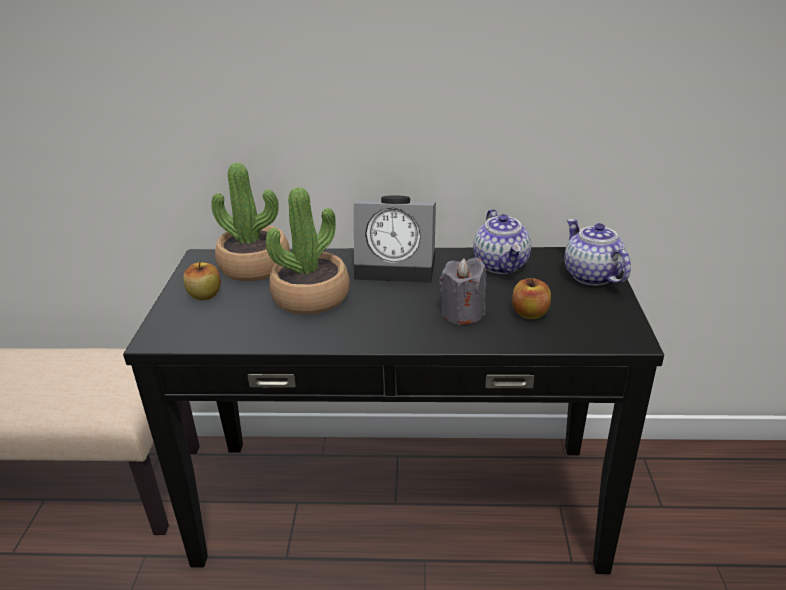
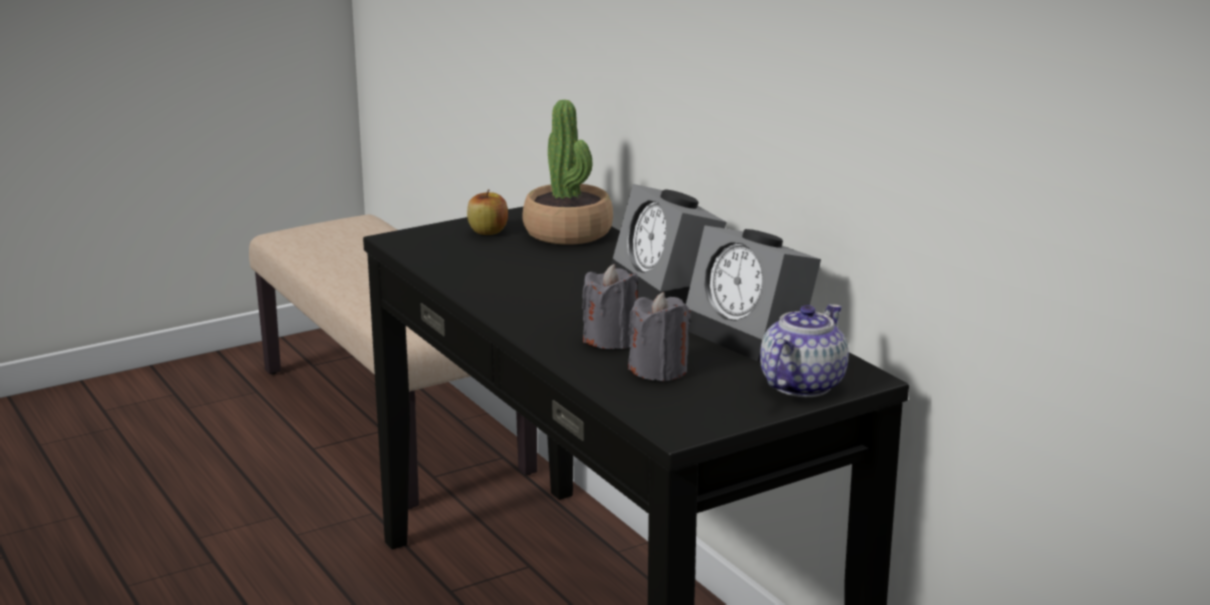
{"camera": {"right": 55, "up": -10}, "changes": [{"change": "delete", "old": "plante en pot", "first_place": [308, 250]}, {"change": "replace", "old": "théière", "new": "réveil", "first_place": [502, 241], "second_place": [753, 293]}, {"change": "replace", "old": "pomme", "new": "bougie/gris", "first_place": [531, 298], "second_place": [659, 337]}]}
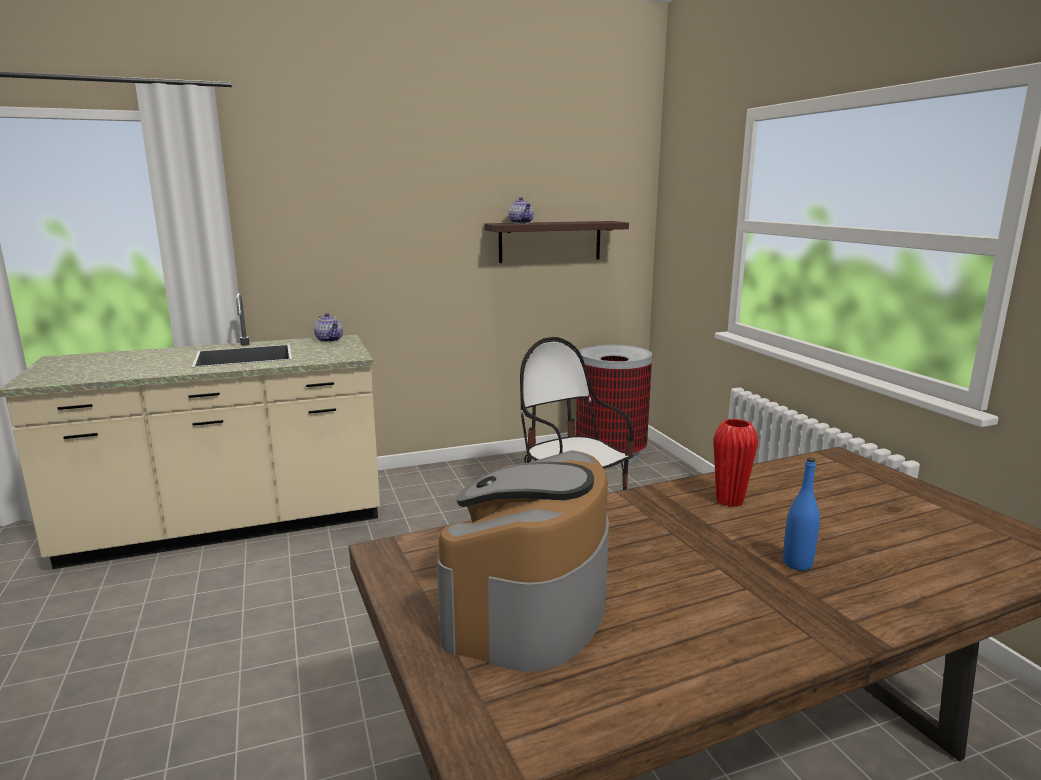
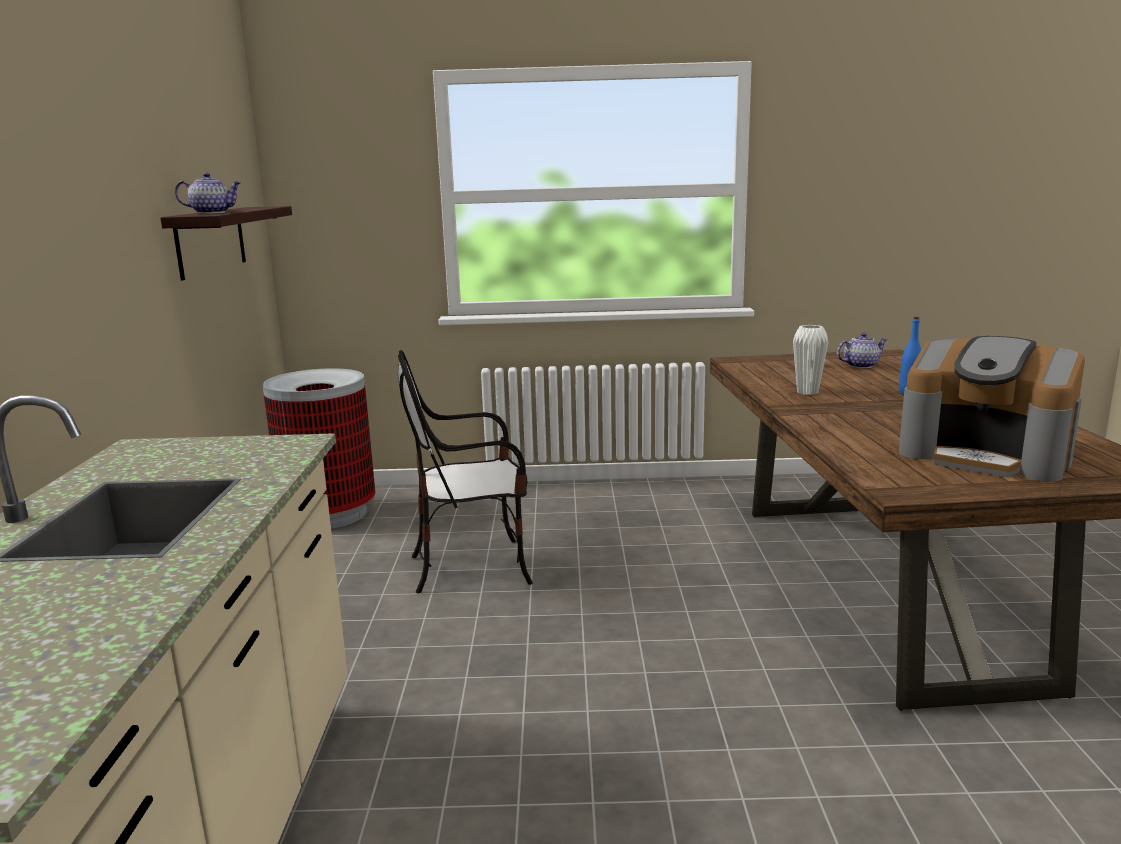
{"camera": {"right": -70, "up": 0}, "changes": [{"change": "move", "old": "théière", "first_place": [328, 327], "second_place": [862, 350]}, {"change": "recolor", "old": "vase/rouge", "new": "vase/blanc", "first_place": [735, 463], "second_place": [810, 360]}]}
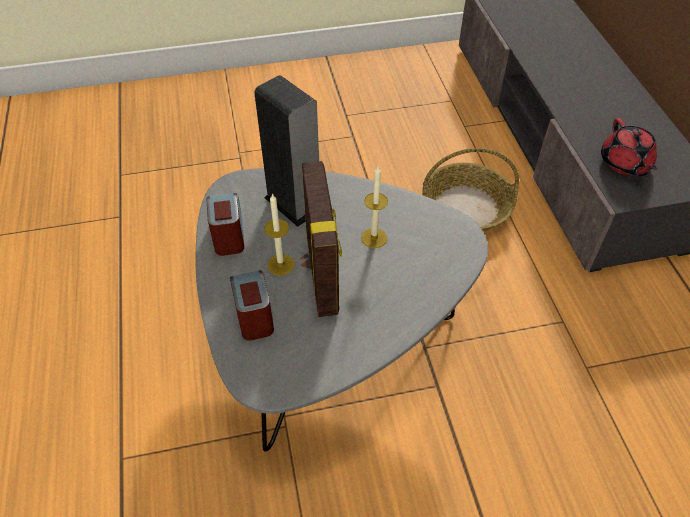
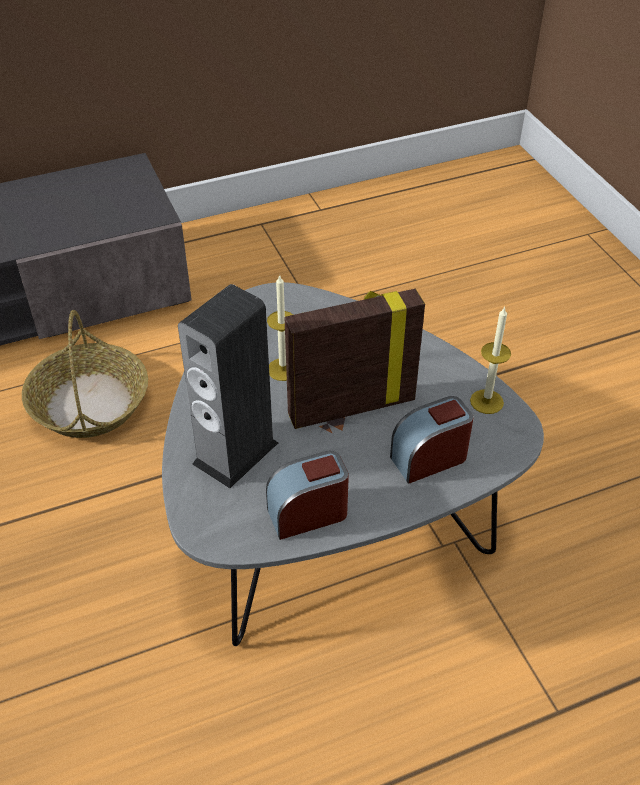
{"camera": {"right": -100, "up": -5}, "changes": [{"change": "move", "old": "bougie", "first_place": [279, 234], "second_place": [490, 360]}, {"change": "delete", "old": "théière/rouge", "first_place": [629, 147]}]}
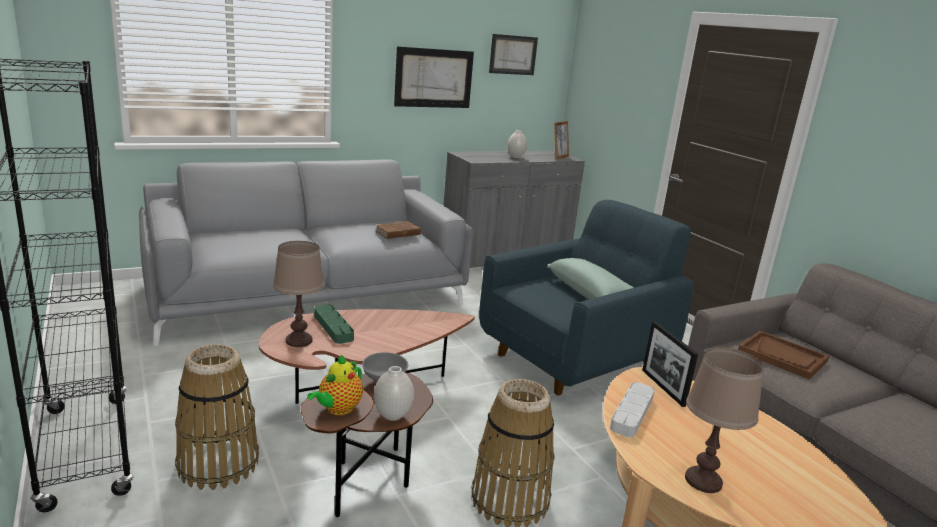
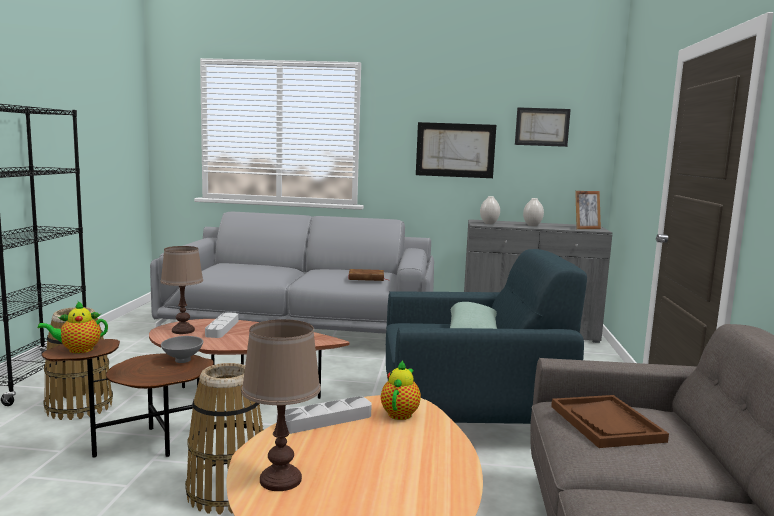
{"camera": {"right": 35, "up": -10}, "changes": [{"change": "recolor", "old": "plateau/vert", "new": "plateau/gris", "first_place": [334, 324], "second_place": [221, 325]}, {"change": "move", "old": "vase/blanc", "first_place": [394, 393], "second_place": [490, 210]}, {"change": "replace", "old": "cadre photo", "new": "théière", "first_place": [670, 364], "second_place": [401, 390]}]}
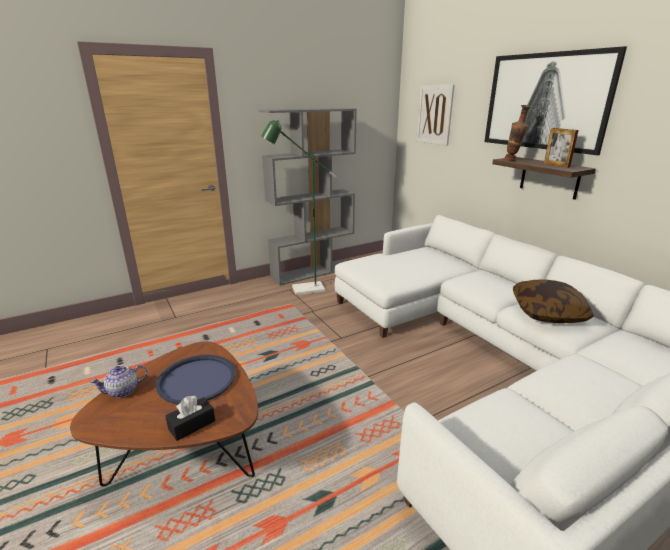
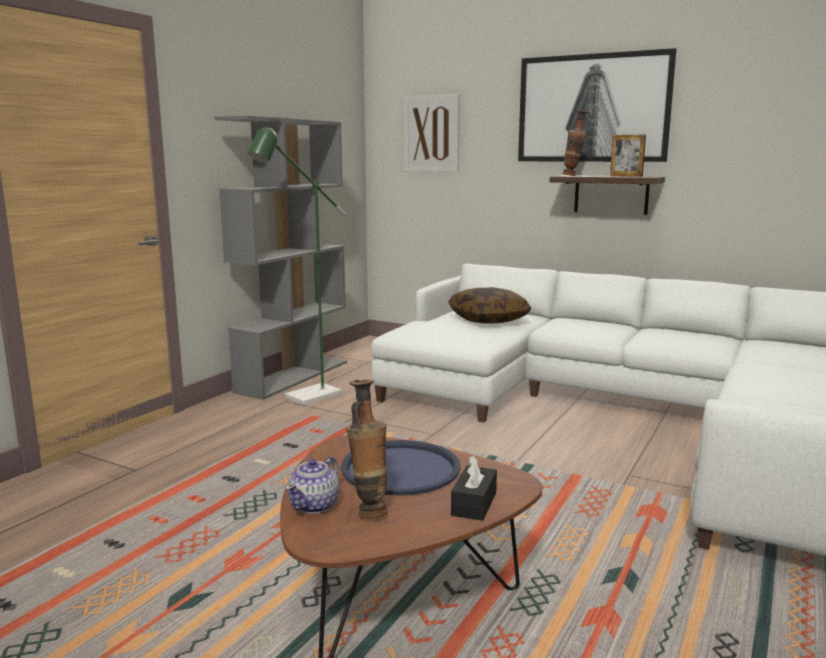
{"camera": {"right": -30, "up": -10}, "changes": [{"change": "move", "old": "coussin", "first_place": [553, 301], "second_place": [489, 305]}, {"change": "insert", "new": "vase", "second_place": [367, 449]}]}
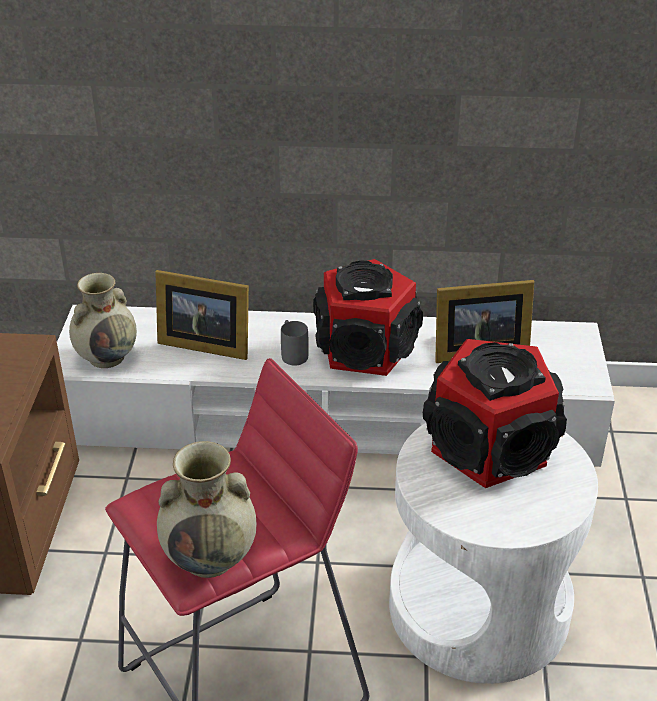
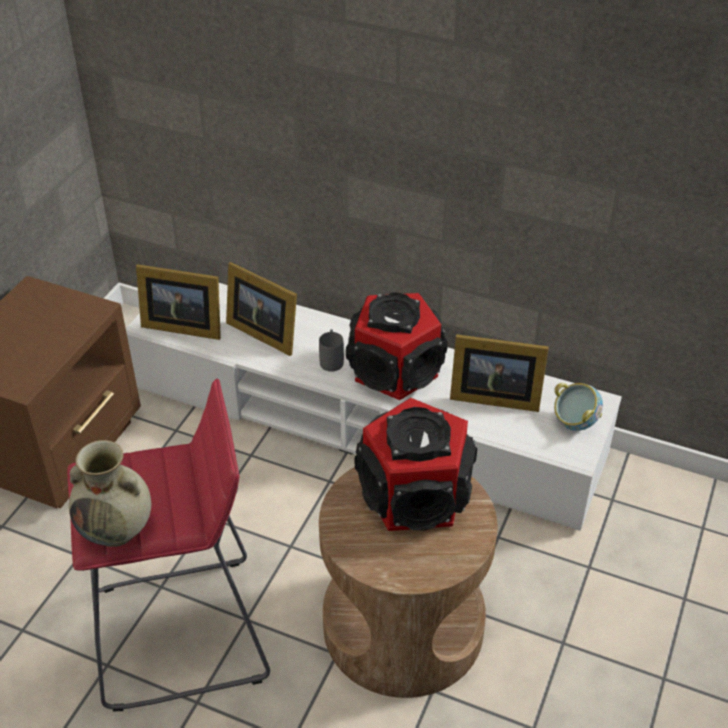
{"camera": {"right": 20, "up": 5}, "changes": [{"change": "replace", "old": "vase/beige", "new": "cadre photo", "first_place": [103, 320], "second_place": [178, 302]}, {"change": "recolor", "old": "table d'appoint/blanc", "new": "table d'appoint/marron", "first_place": [493, 553], "second_place": [408, 582]}, {"change": "insert", "new": "bol", "second_place": [578, 407]}]}
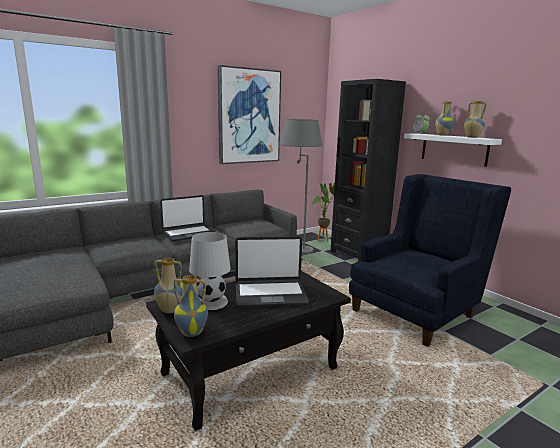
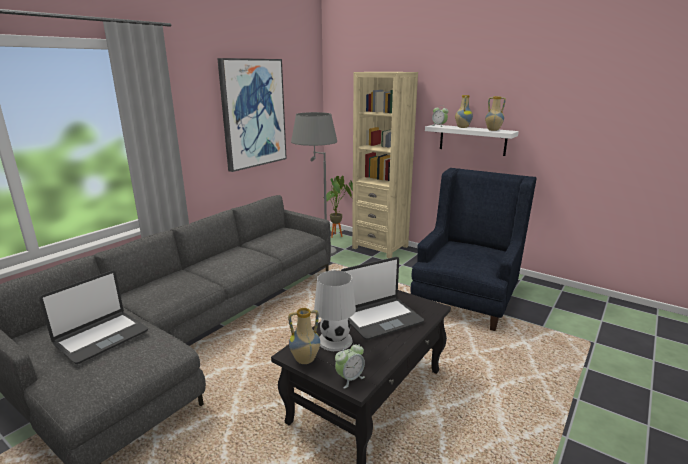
{"camera": {"right": -20, "up": 5}, "changes": [{"change": "move", "old": "ordinateur portable", "first_place": [187, 218], "second_place": [94, 317]}, {"change": "replace", "old": "vase", "new": "réveil", "first_place": [191, 306], "second_place": [350, 366]}, {"change": "recolor", "old": "bibliothèque/noir", "new": "bibliothèque/beige", "first_place": [368, 170], "second_place": [385, 165]}]}
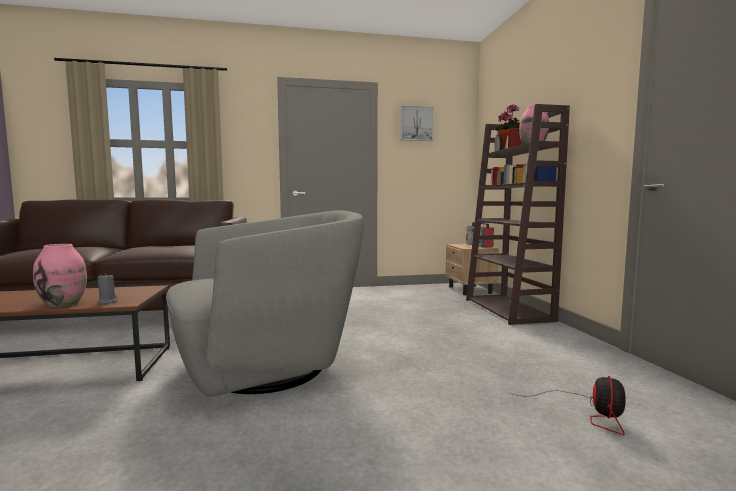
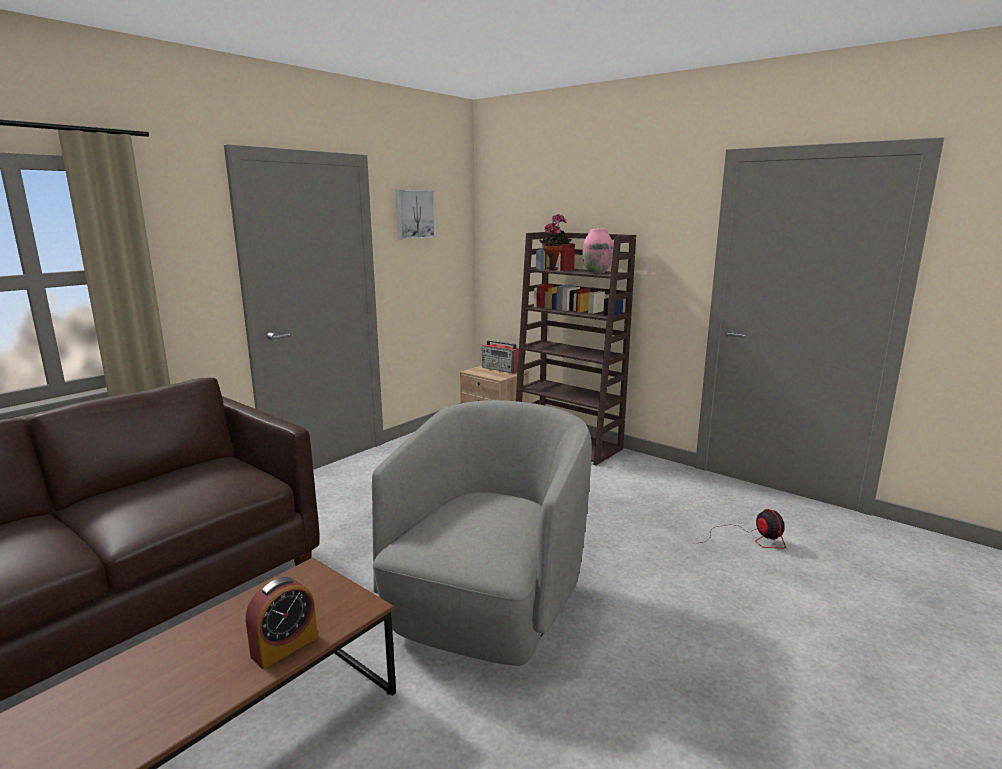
{"camera": {"right": -40, "up": 10}, "changes": [{"change": "replace", "old": "vase/rose", "new": "réveil", "first_place": [60, 275], "second_place": [281, 623]}, {"change": "delete", "old": "bougie/gris", "first_place": [108, 288]}]}
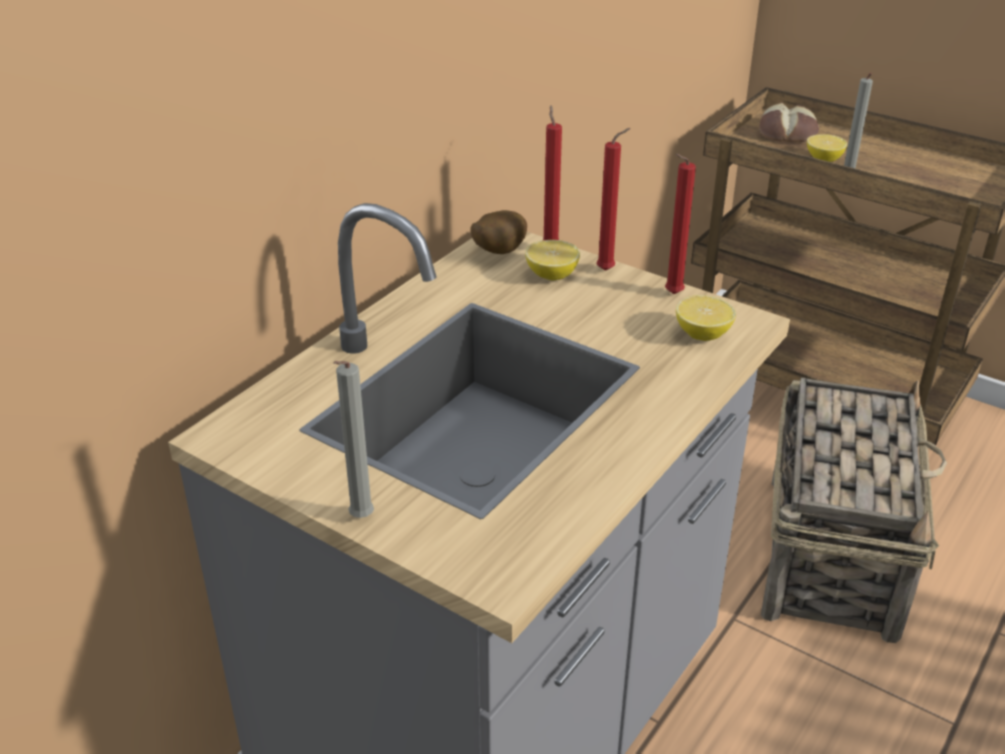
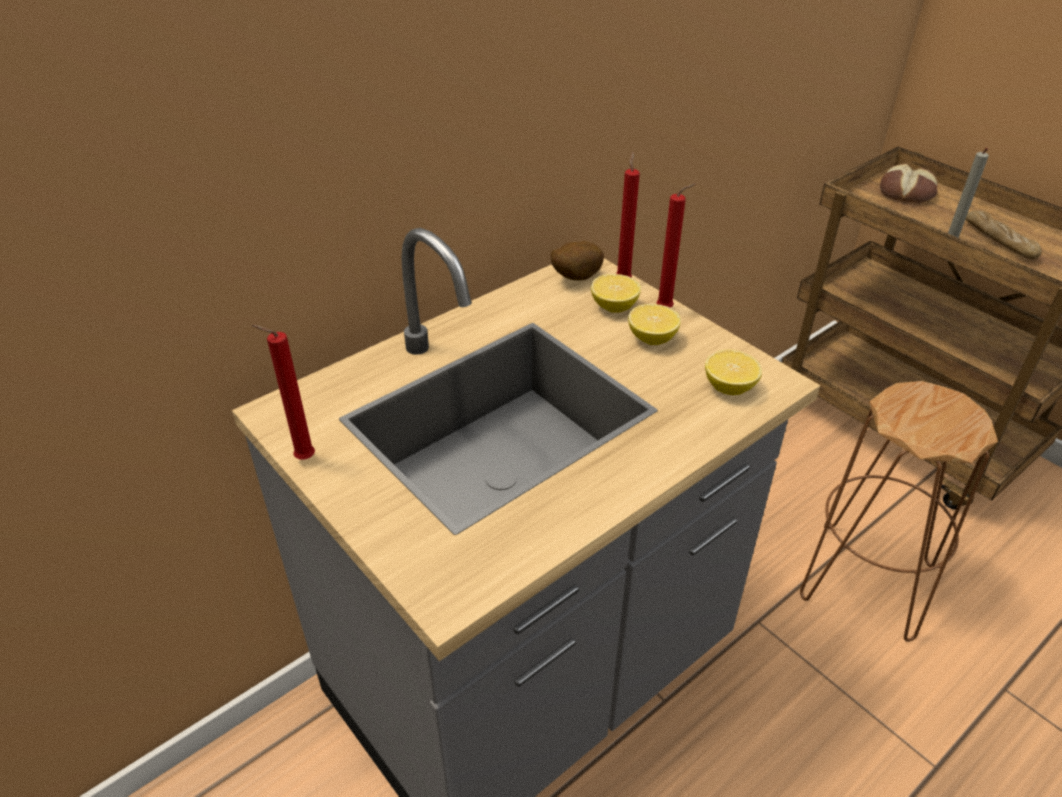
{"camera": {"right": 15, "up": 5}, "changes": [{"change": "delete", "old": "bougie/gris", "first_place": [353, 439]}, {"change": "move", "old": "bougie/rouge", "first_place": [680, 224], "second_place": [283, 392]}, {"change": "replace", "old": "panier", "new": "tabouret/marron", "first_place": [854, 510], "second_place": [899, 511]}, {"change": "move", "old": "citron", "first_place": [827, 148], "second_place": [654, 324]}, {"change": "insert", "new": "pain", "second_place": [1003, 235]}]}
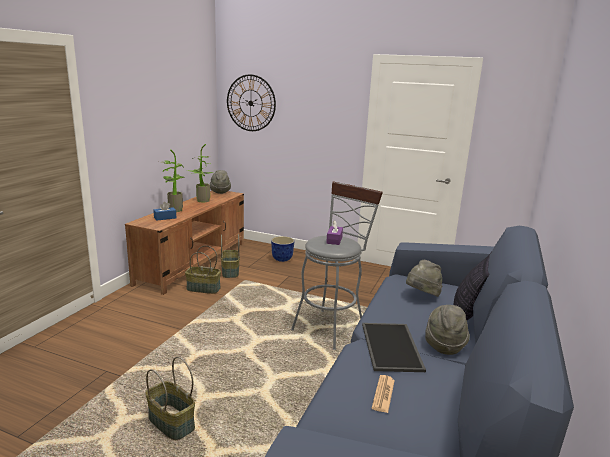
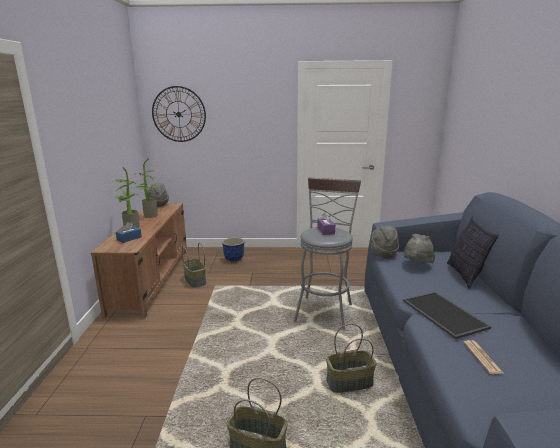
{"camera": {"right": -20, "up": 0}, "changes": [{"change": "move", "old": "panier", "first_place": [203, 270], "second_place": [351, 358]}, {"change": "move", "old": "chapeau/gris", "first_place": [447, 330], "second_place": [384, 242]}]}
